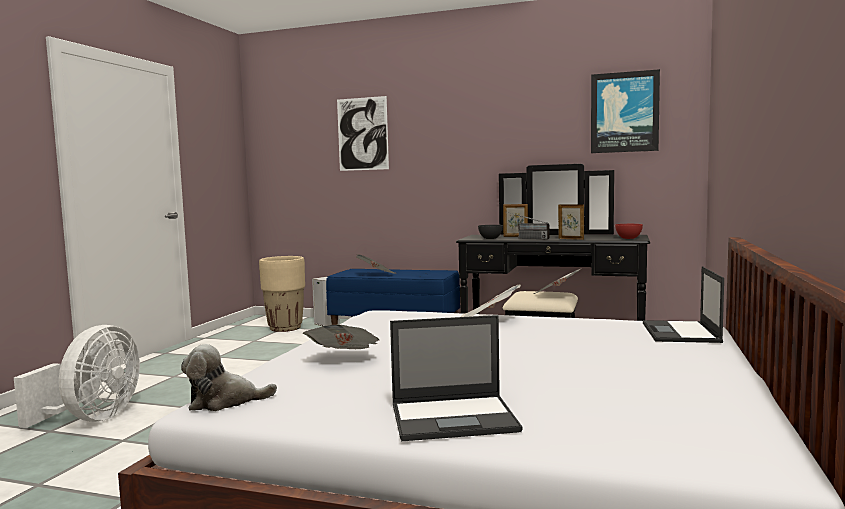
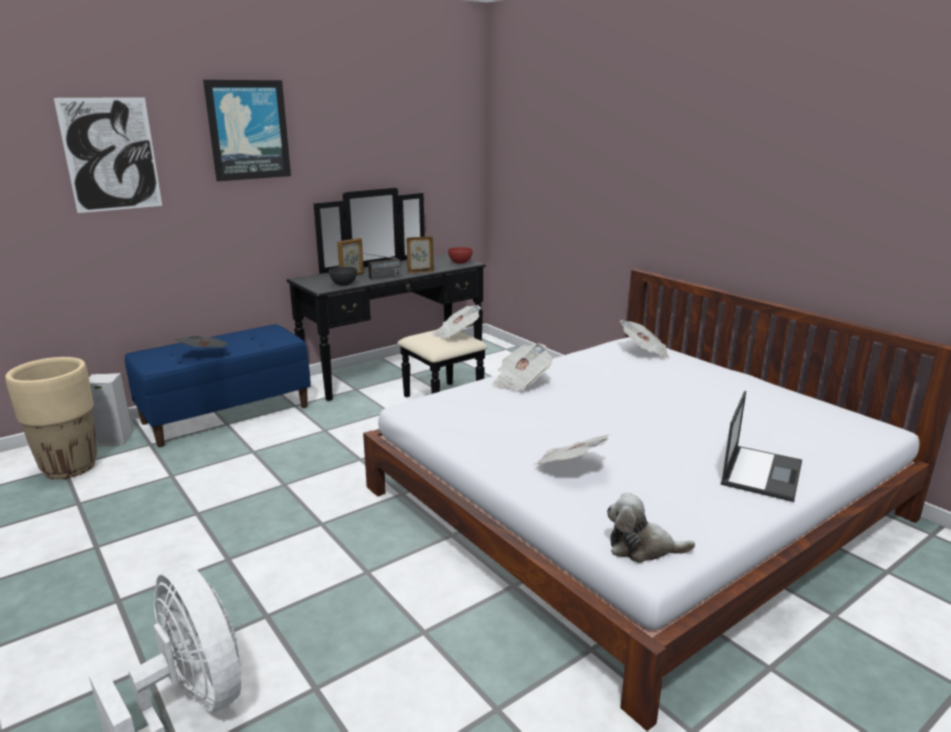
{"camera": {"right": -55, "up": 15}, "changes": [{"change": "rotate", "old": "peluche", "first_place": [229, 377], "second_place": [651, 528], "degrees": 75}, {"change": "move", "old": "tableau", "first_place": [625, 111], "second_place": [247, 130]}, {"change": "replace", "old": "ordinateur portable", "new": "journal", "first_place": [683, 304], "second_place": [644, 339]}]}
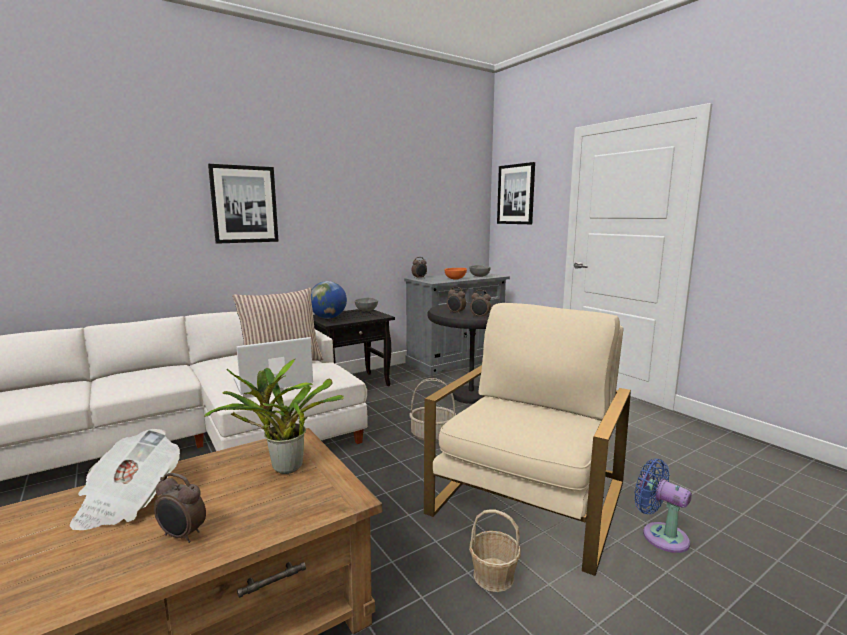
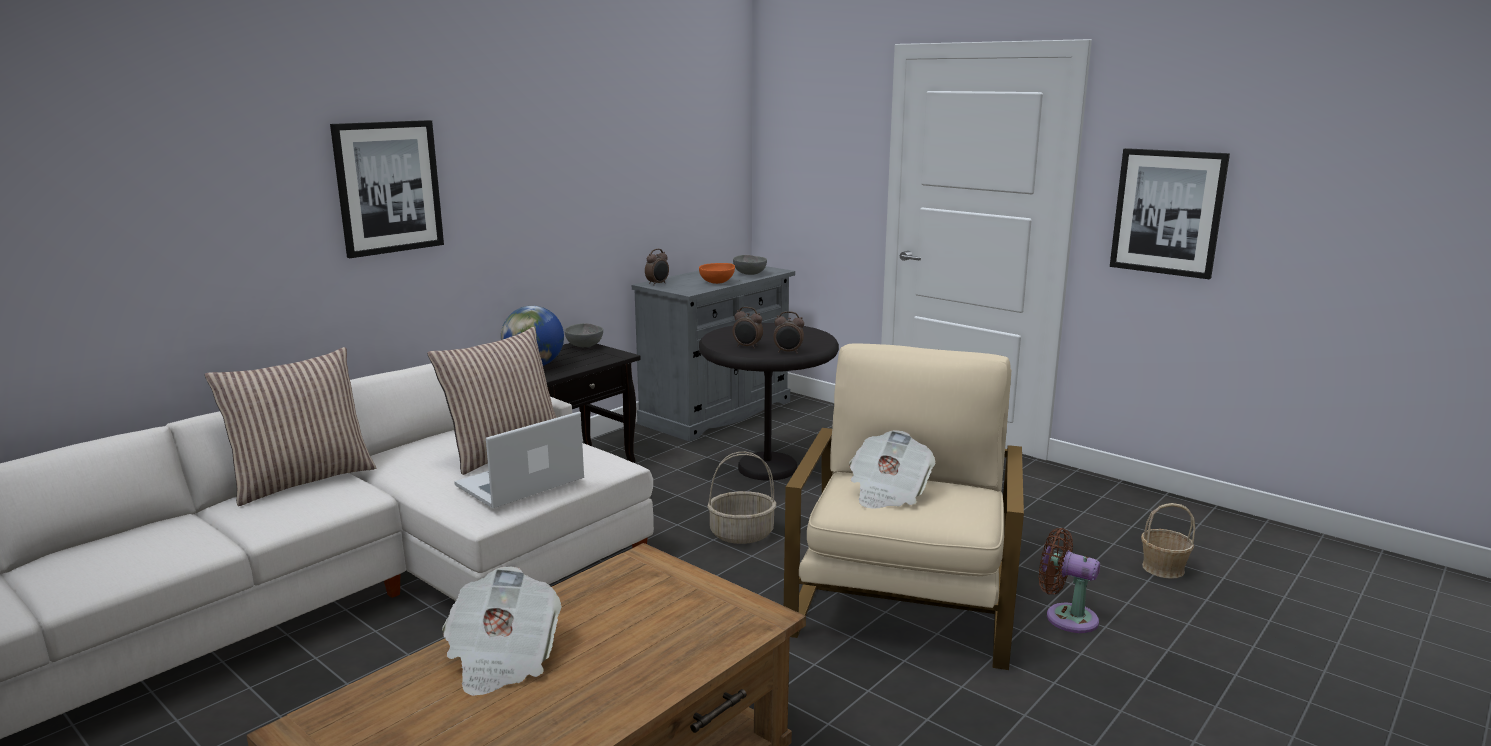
{"camera": {"right": -15, "up": 5}, "changes": [{"change": "delete", "old": "réveil", "first_place": [180, 508]}, {"change": "delete", "old": "plante en pot", "first_place": [274, 416]}, {"change": "move", "old": "panier", "first_place": [495, 550], "second_place": [1168, 541]}, {"change": "move", "old": "tableau", "first_place": [516, 193], "second_place": [1170, 213]}, {"change": "recolor", "old": "ventilateur/bleu", "new": "ventilateur/marron", "first_place": [663, 505], "second_place": [1069, 580]}, {"change": "insert", "new": "coussin", "second_place": [290, 426]}, {"change": "insert", "new": "journal", "second_place": [892, 469]}]}
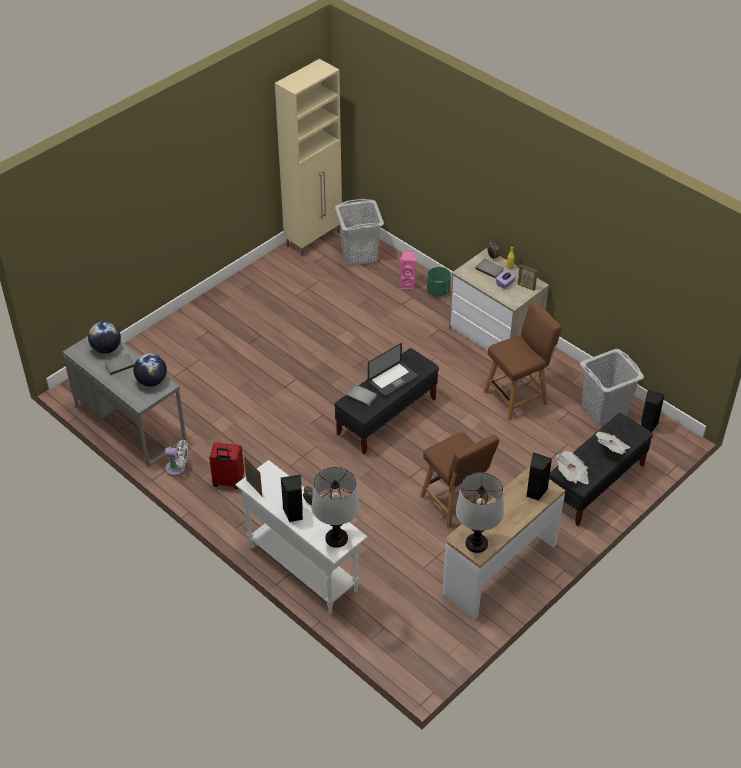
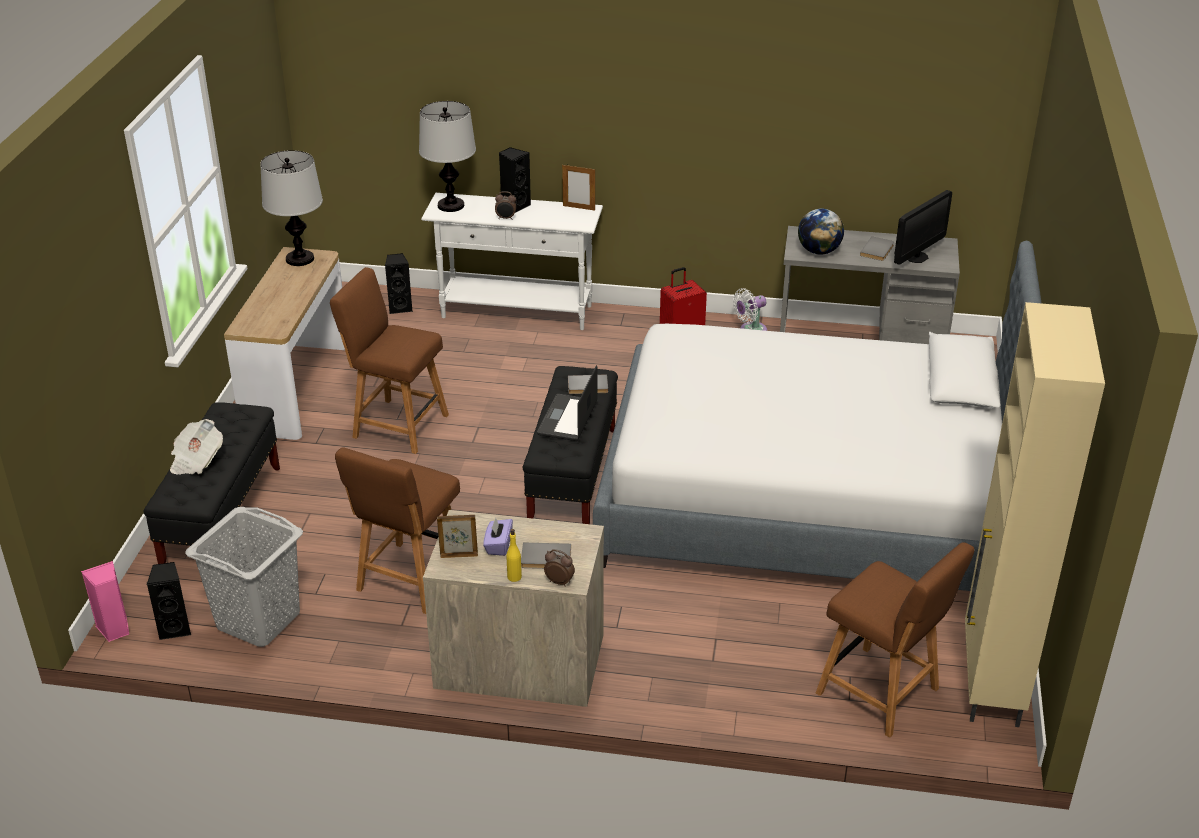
{"camera": {"right": 145, "up": -10}, "changes": [{"change": "replace", "old": "globe", "new": "écran d'ordinateur", "first_place": [104, 337], "second_place": [923, 227]}, {"change": "replace", "old": "panier à linge/gris", "new": "chaise/marron", "first_place": [359, 232], "second_place": [895, 640]}, {"change": "move", "old": "enceinte/rose", "first_place": [407, 270], "second_place": [105, 601]}, {"change": "delete", "old": "cache-pot/vert", "first_place": [439, 281]}, {"change": "move", "old": "enceinte/noir", "first_place": [539, 476], "second_place": [398, 283]}, {"change": "delete", "old": "journal", "first_place": [572, 467]}, {"change": "insert", "new": "lit", "second_place": [817, 415]}]}
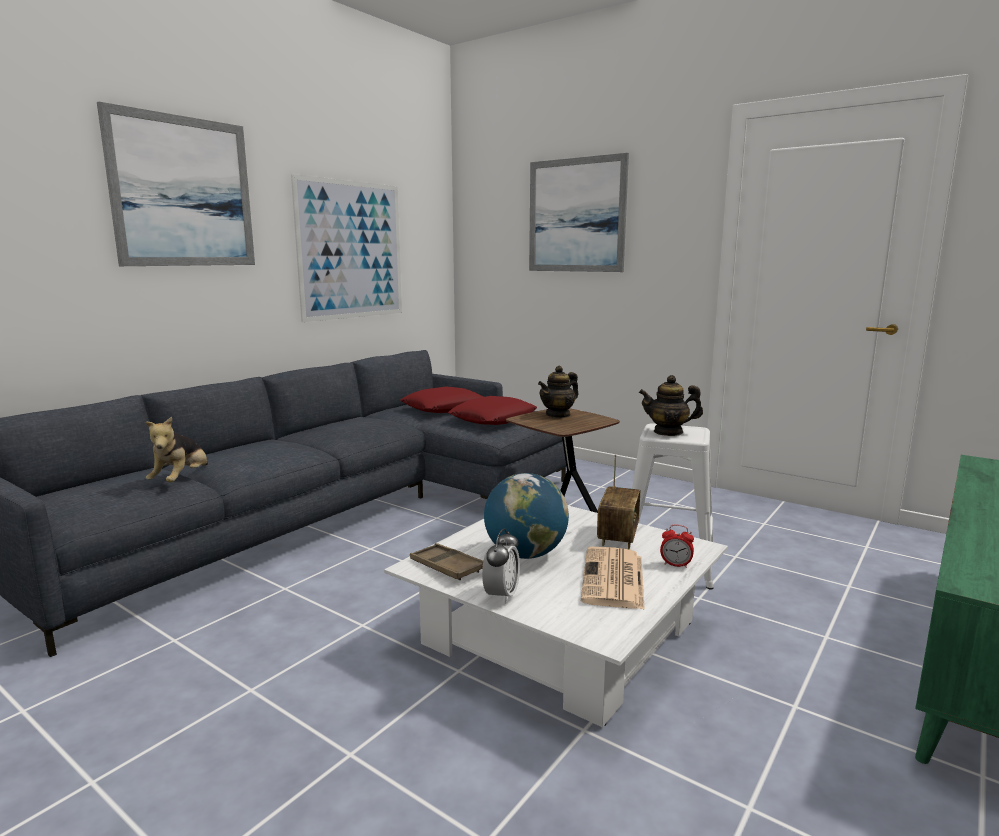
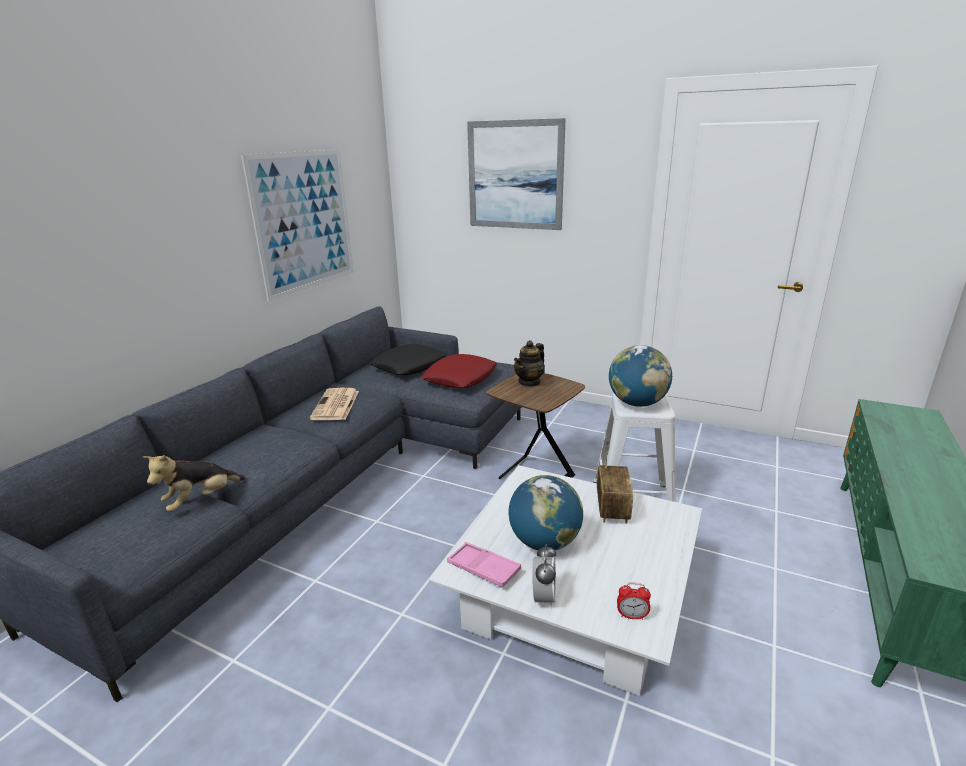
{"camera": {"right": -10, "up": 10}, "changes": [{"change": "delete", "old": "tableau", "first_place": [176, 184]}, {"change": "rotate", "old": "peluche", "first_place": [177, 449], "second_place": [194, 483], "degrees": 45}, {"change": "recolor", "old": "coussin/rouge", "new": "coussin/noir", "first_place": [441, 399], "second_place": [408, 359]}, {"change": "recolor", "old": "plateau/marron", "new": "plateau/rose", "first_place": [446, 561], "second_place": [484, 564]}, {"change": "move", "old": "journal", "first_place": [613, 578], "second_place": [334, 404]}, {"change": "replace", "old": "théière", "new": "globe", "first_place": [671, 405], "second_place": [640, 376]}, {"change": "move", "old": "réveil", "first_place": [677, 546], "second_place": [634, 601]}]}
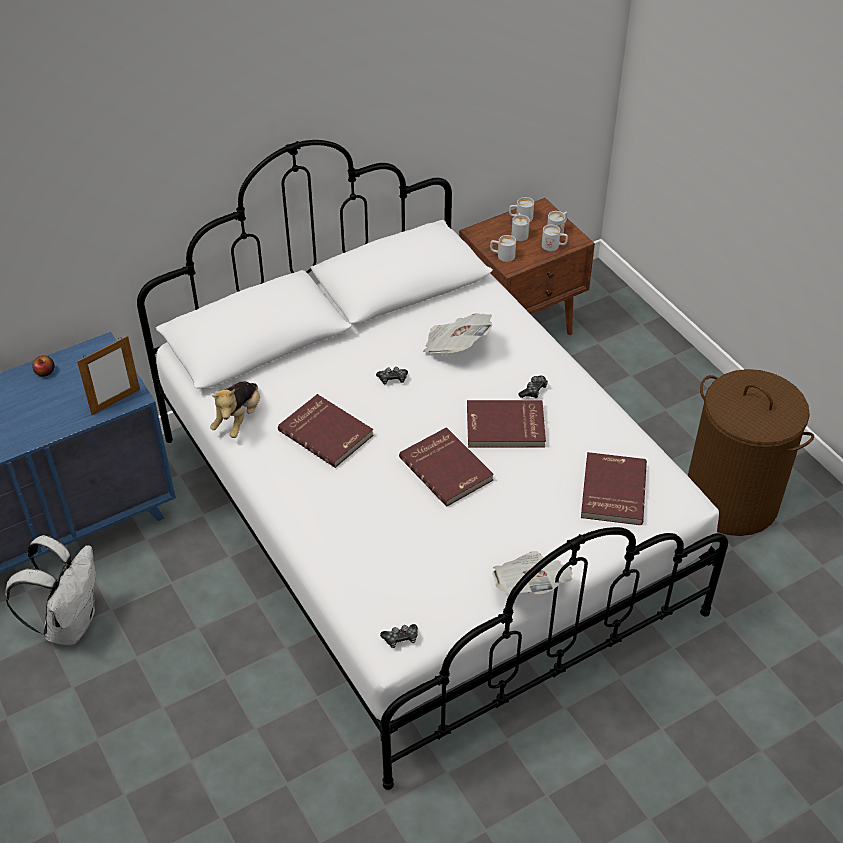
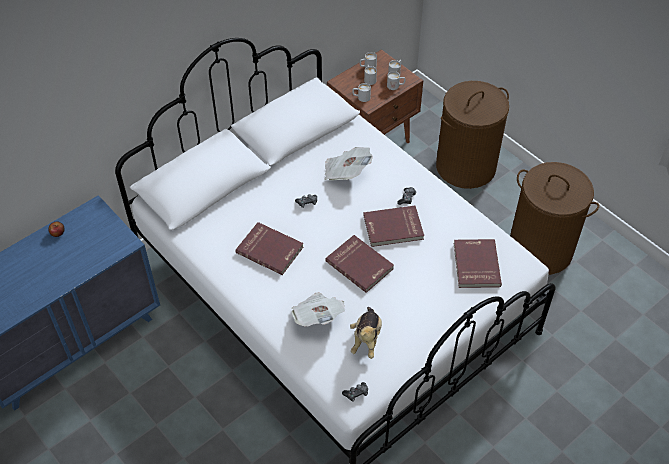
{"camera": {"right": -10, "up": 5}, "changes": [{"change": "delete", "old": "sac à dos/blanc", "first_place": [51, 590]}, {"change": "delete", "old": "cadre photo", "first_place": [108, 375]}, {"change": "move", "old": "peluche", "first_place": [235, 410], "second_place": [366, 333]}, {"change": "move", "old": "journal", "first_place": [533, 573], "second_place": [318, 309]}, {"change": "insert", "new": "panier à linge/marron", "second_place": [472, 135]}]}
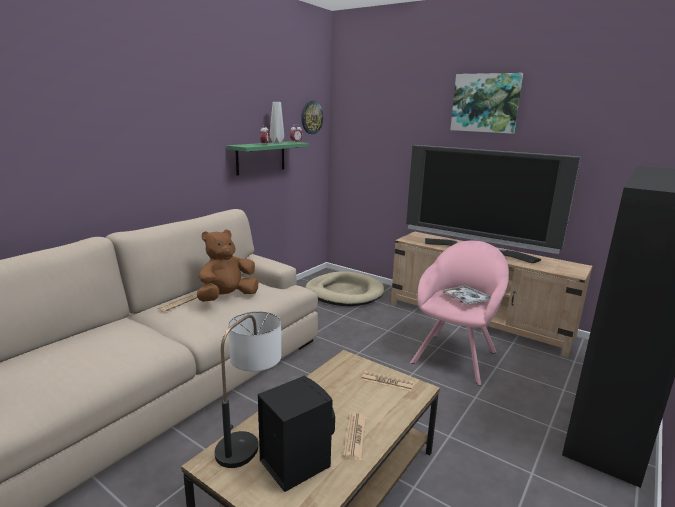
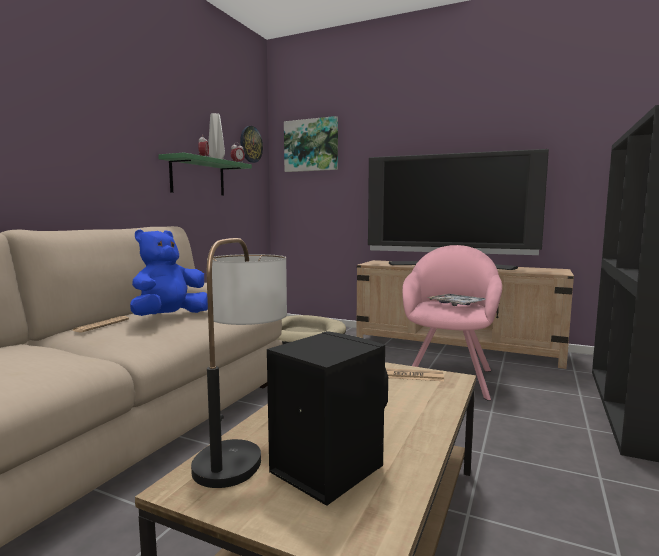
{"camera": {"right": -10, "up": -10}, "changes": [{"change": "recolor", "old": "peluche/marron", "new": "peluche/bleu", "first_place": [227, 266], "second_place": [169, 273]}, {"change": "delete", "old": "journal", "first_place": [354, 436]}, {"change": "move", "old": "tableau", "first_place": [486, 103], "second_place": [311, 144]}]}
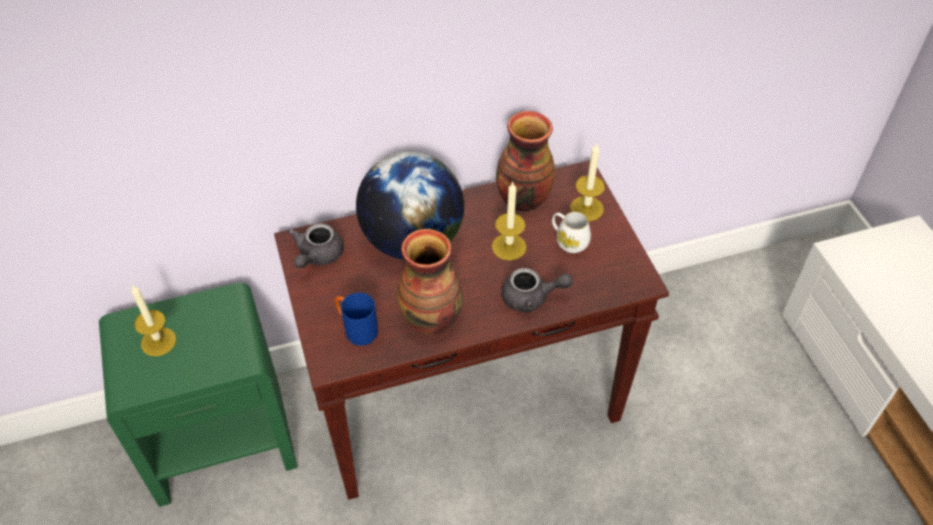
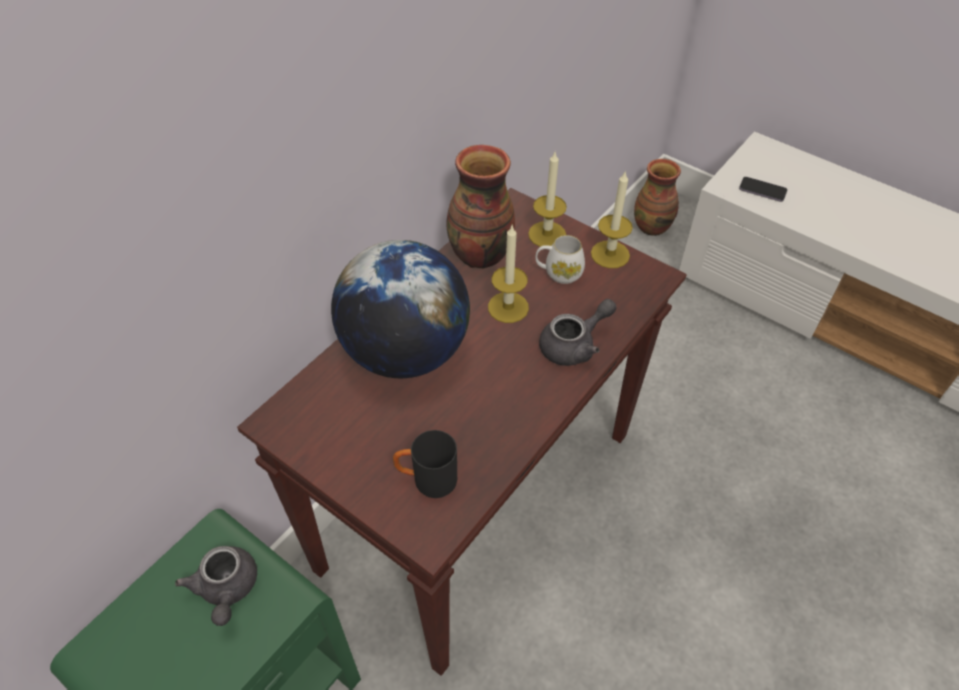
{"camera": {"right": -35, "up": 0}, "changes": [{"change": "move", "old": "bougie", "first_place": [153, 320], "second_place": [612, 219]}, {"change": "move", "old": "théière/gris", "first_place": [316, 245], "second_place": [216, 586]}, {"change": "recolor", "old": "mug/bleu", "new": "mug/noir", "first_place": [356, 319], "second_place": [425, 464]}, {"change": "move", "old": "vase", "first_place": [430, 282], "second_place": [657, 197]}, {"change": "insert", "new": "téléphone", "second_place": [763, 189]}]}
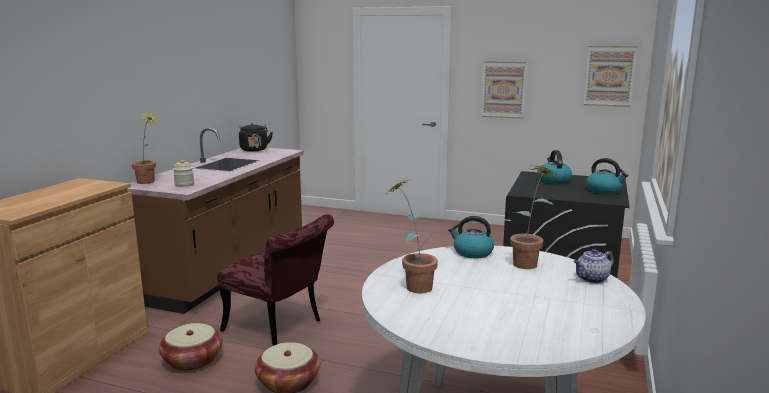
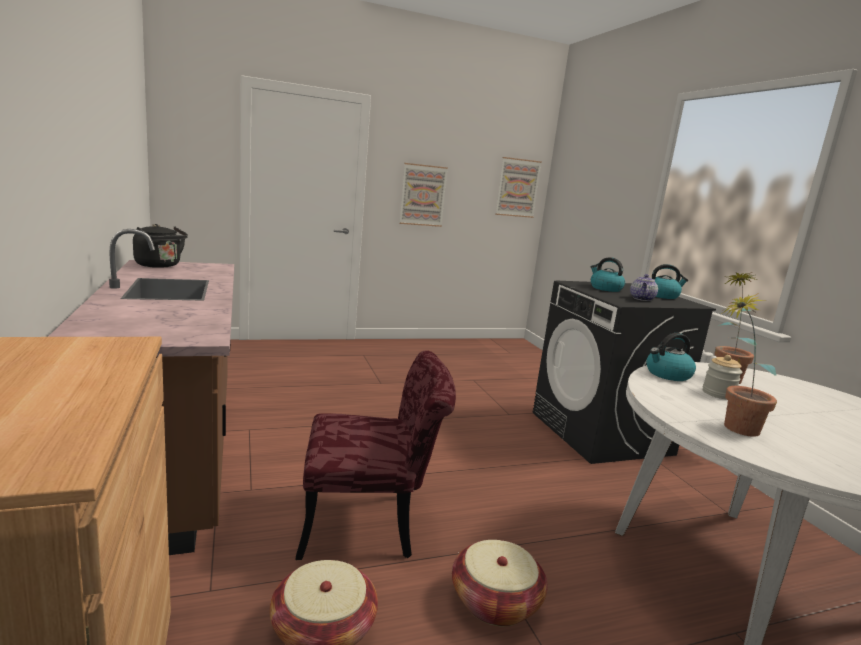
{"camera": {"right": -40, "up": 0}, "changes": [{"change": "delete", "old": "plante en pot", "first_place": [145, 148]}, {"change": "move", "old": "bocal", "first_place": [183, 173], "second_place": [723, 377]}, {"change": "move", "old": "théière", "first_place": [594, 266], "second_place": [644, 287]}]}
